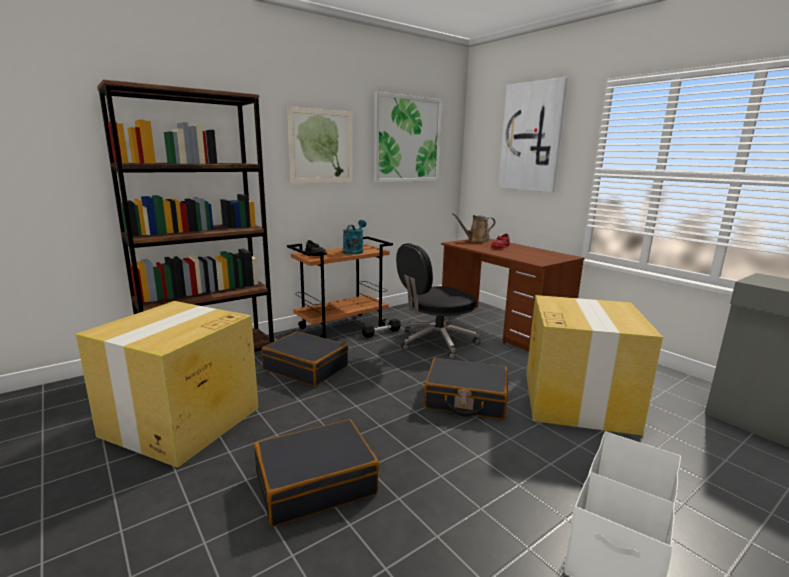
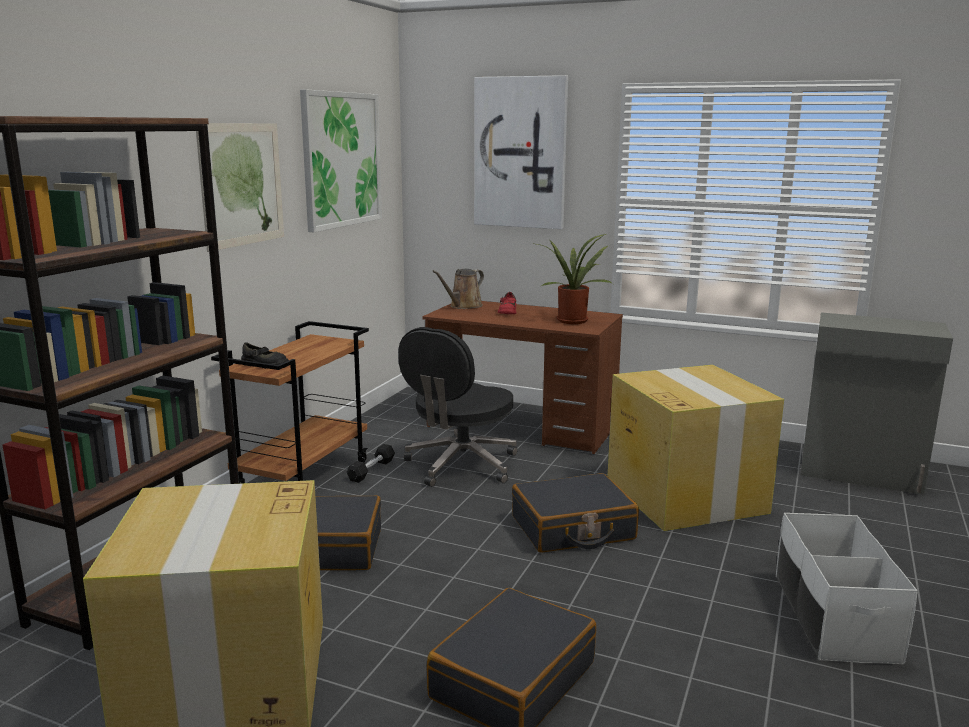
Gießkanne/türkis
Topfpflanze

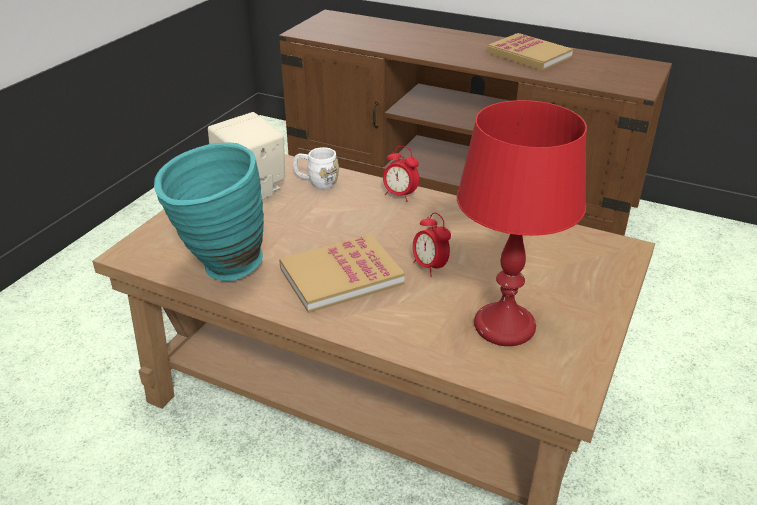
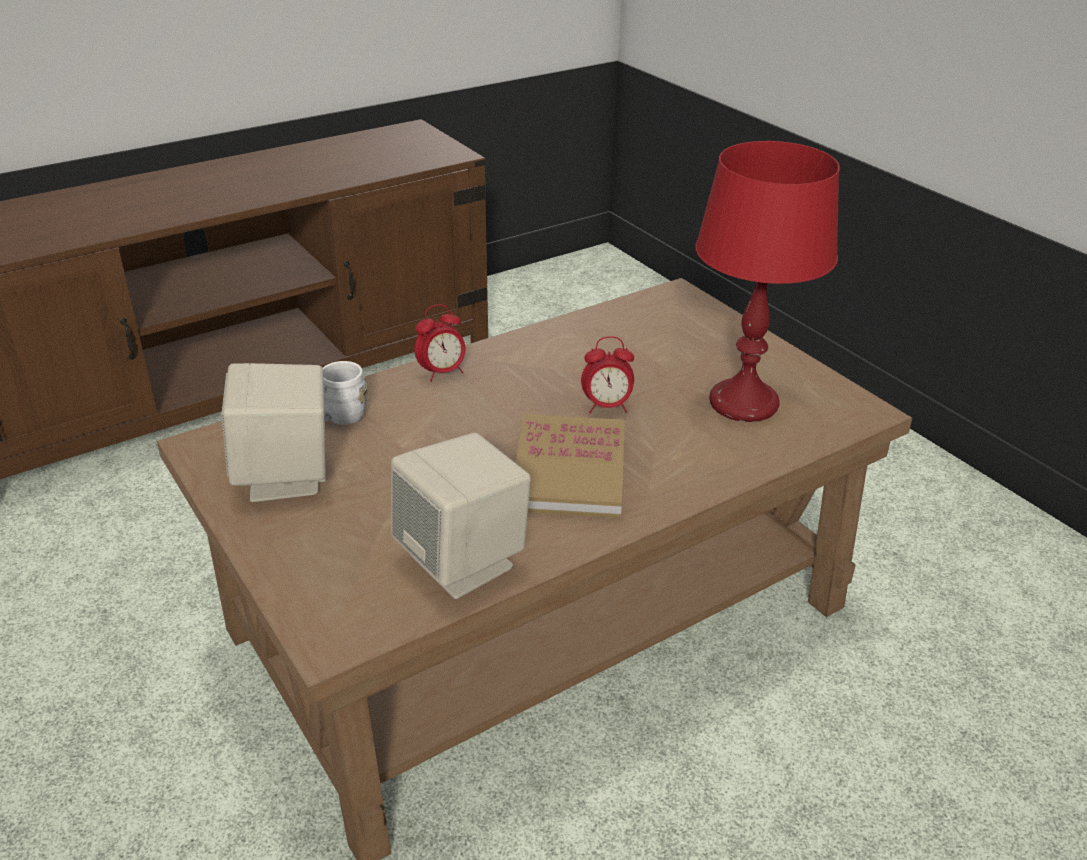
Buch (2nd from left in the first image)
Lautsprecher/beige (2nd from left)

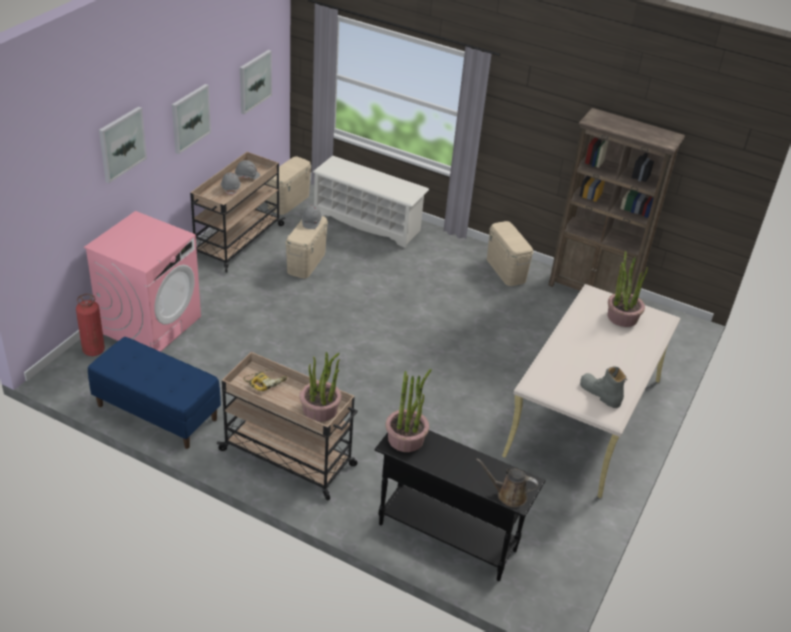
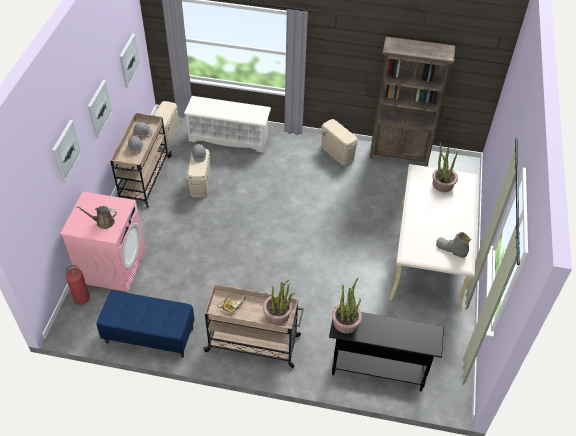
Gießkanne/braun

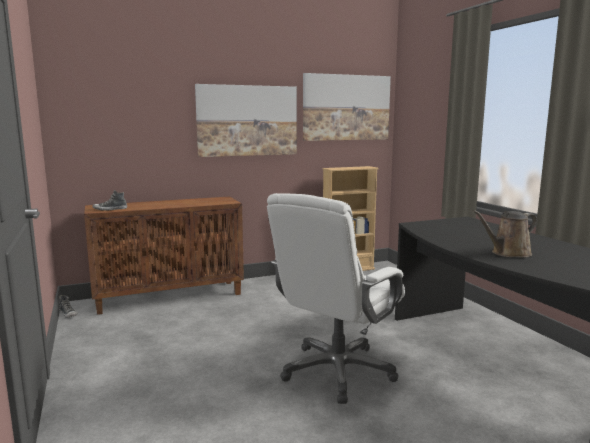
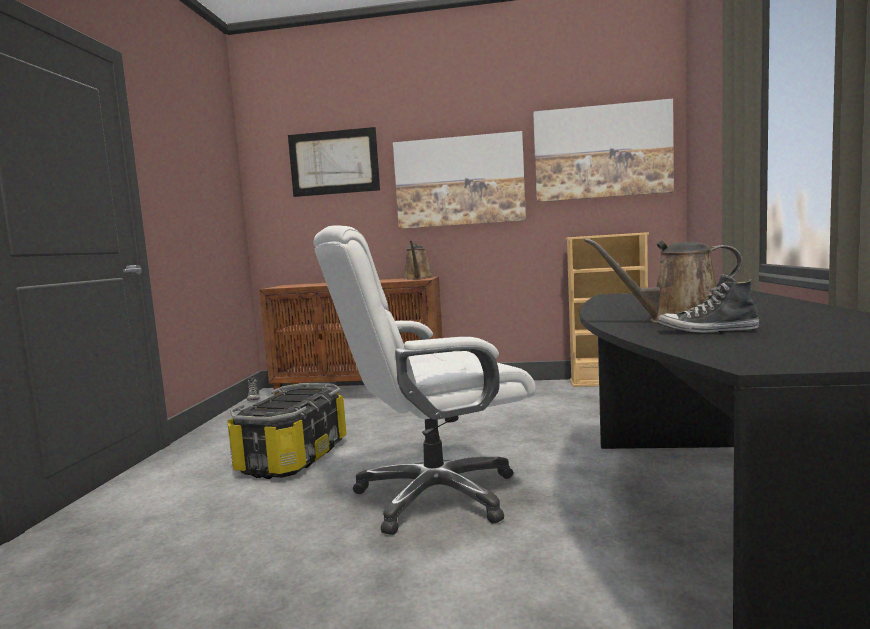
Aufbewahrungsbox
Bild (1st from left)
Gießkanne/braun (1st from left)
Schuh (2nd from left)

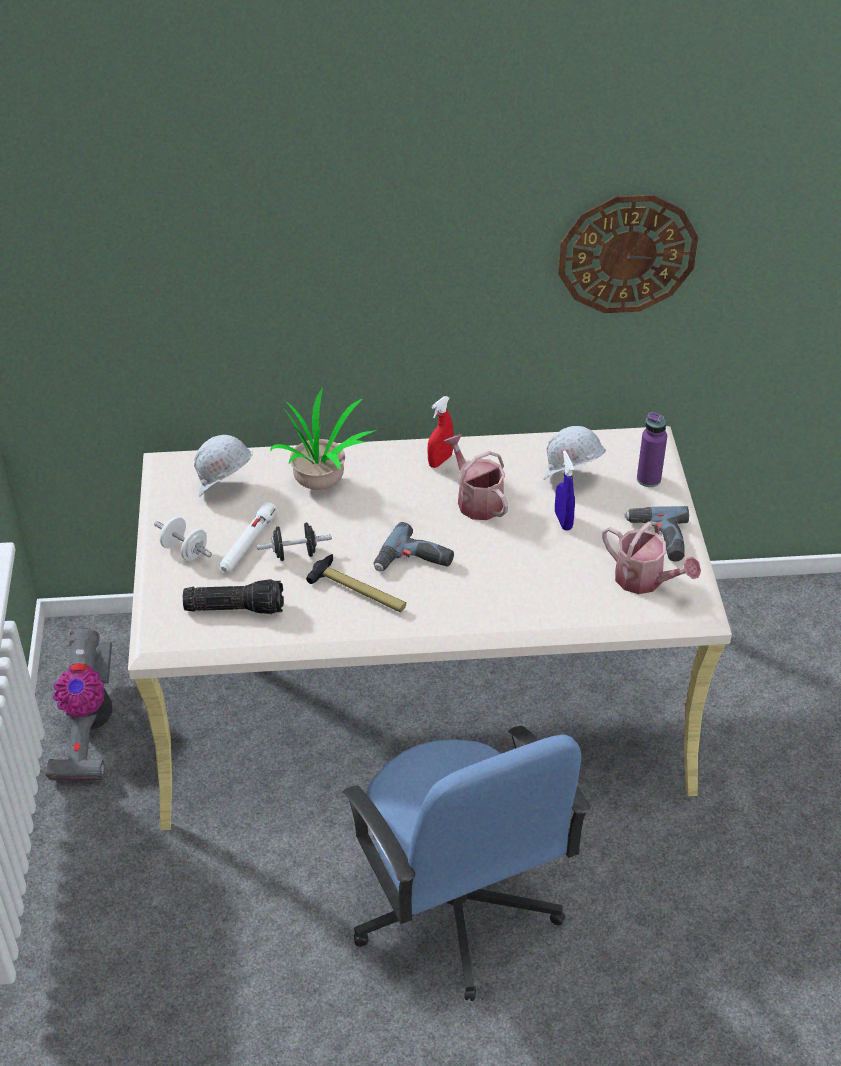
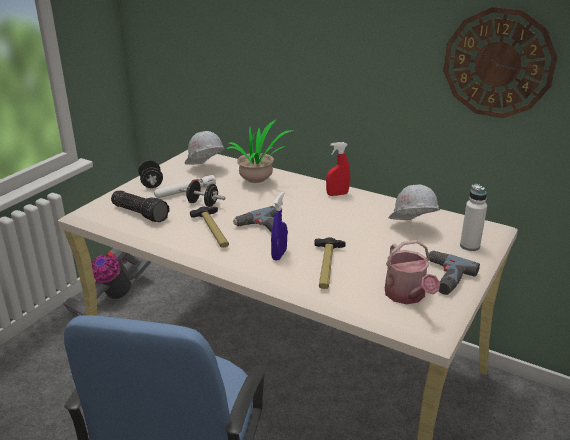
Gießkanne (1st from left in the first image)
Hammer (2nd from left)
Sprühflasche/blau
Hantel/schwarz (1st from left)
Flasche/weiß

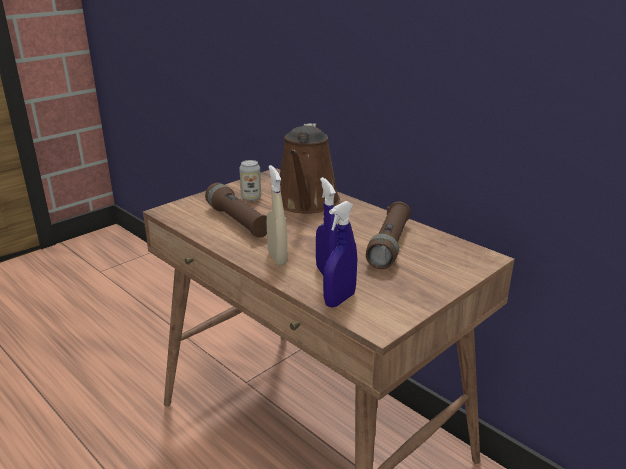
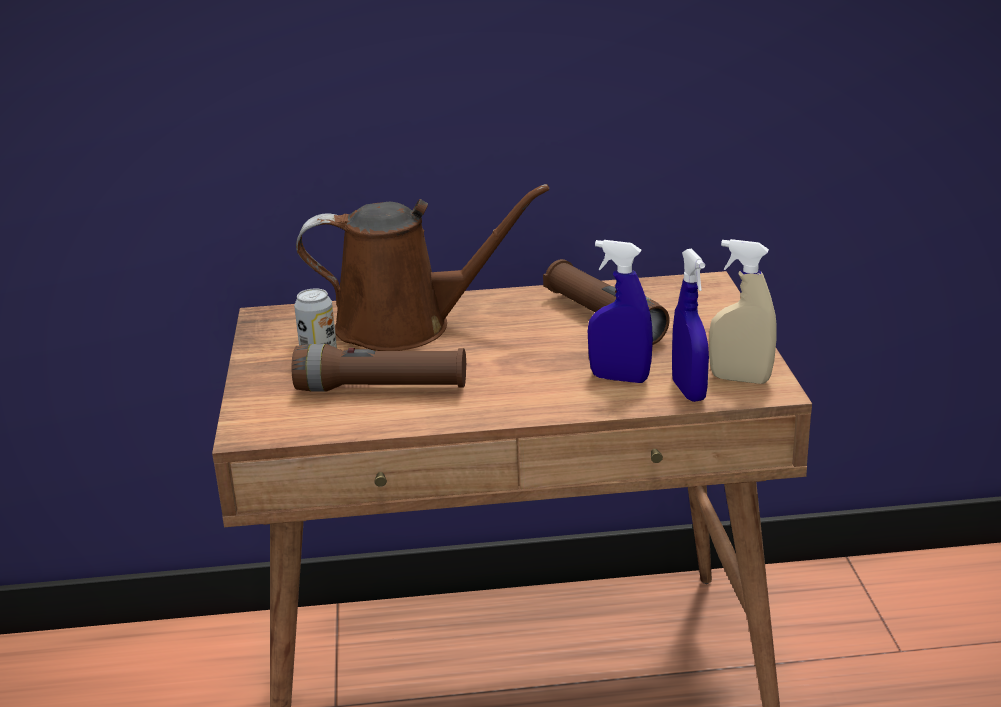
Sprühflasche/beige
Gießkanne/braun

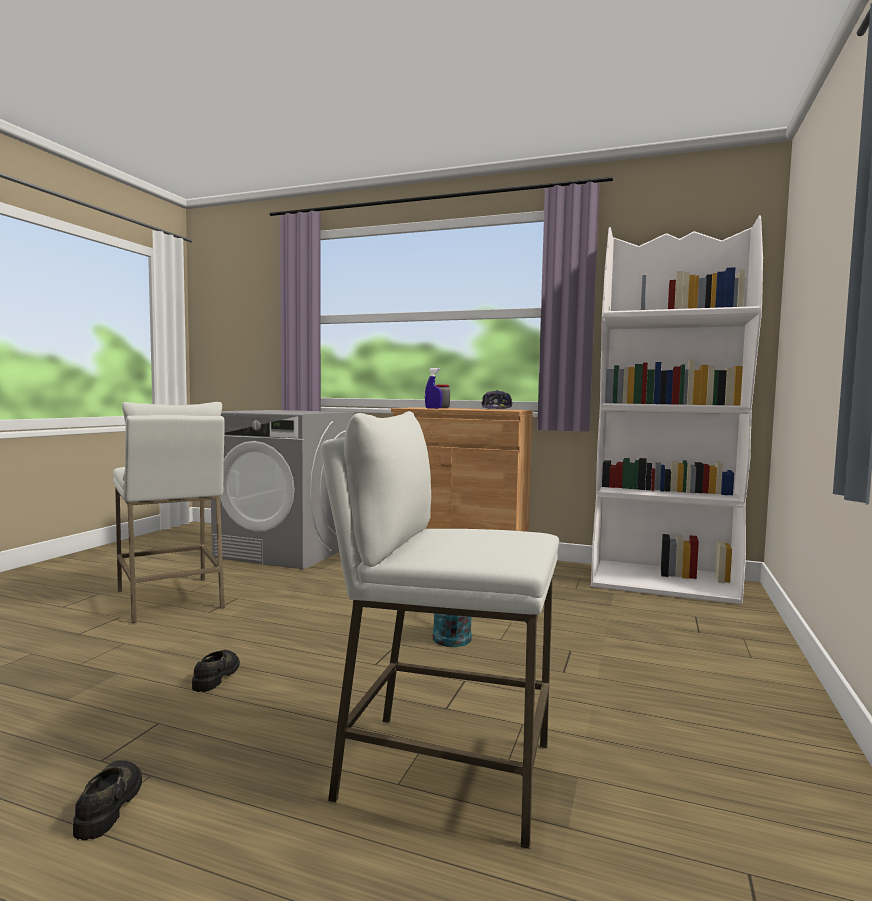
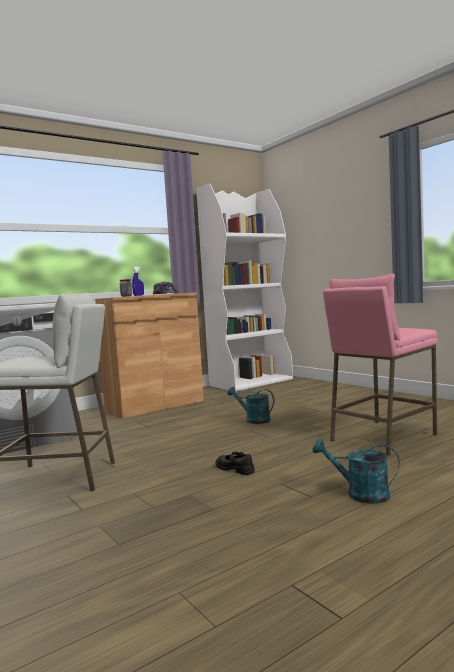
Gießkanne/türkis (2nd from left)
Hocker/rosa

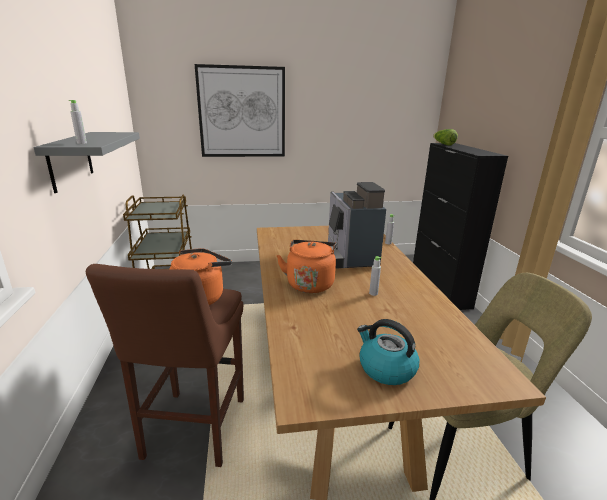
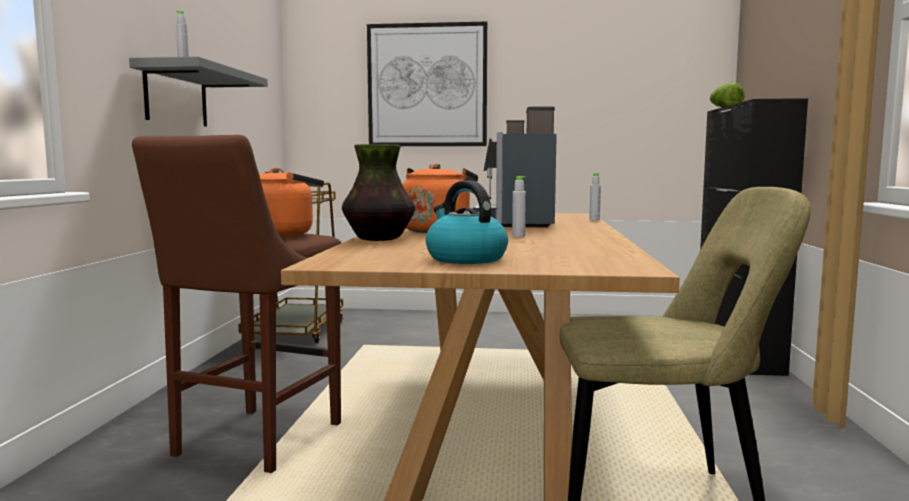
Vase

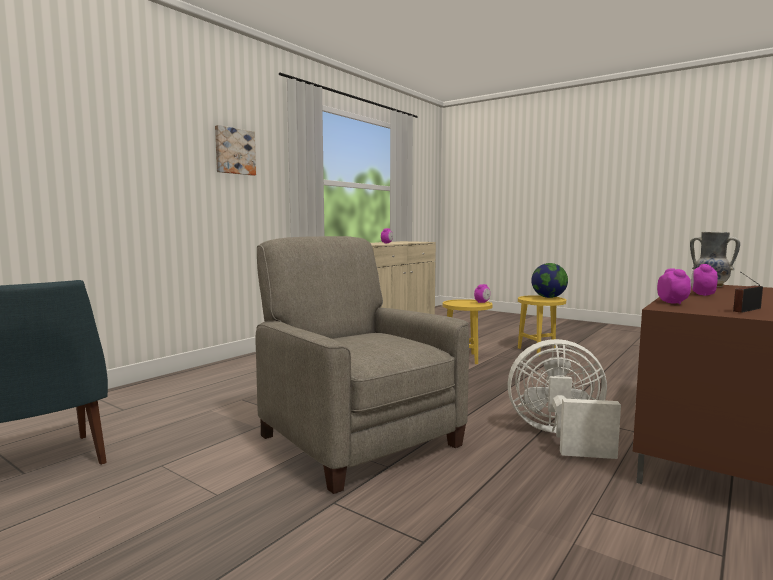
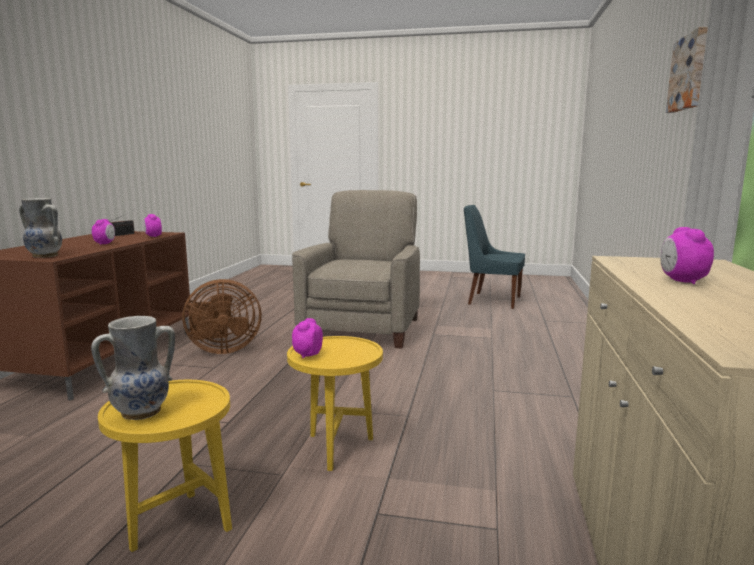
Vase (2nd from left)
Ventilator/braun
Sessel/beige

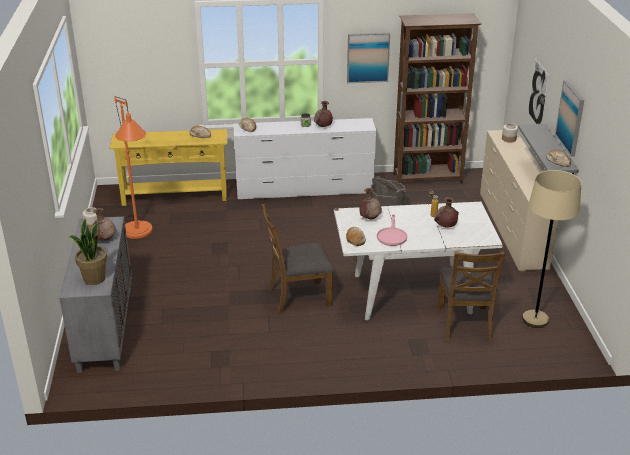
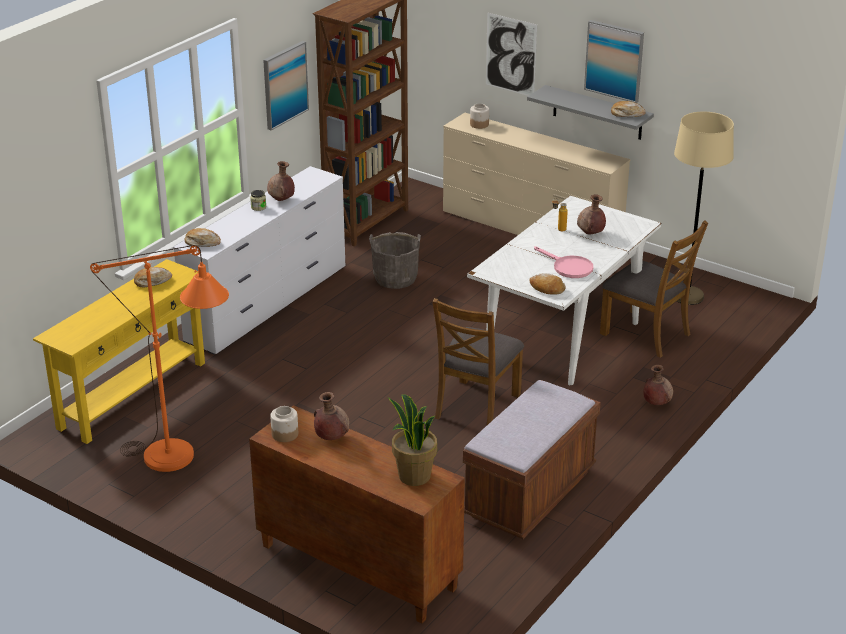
Bank/braun
Vase/braun (4th from left)
Schrank/braun

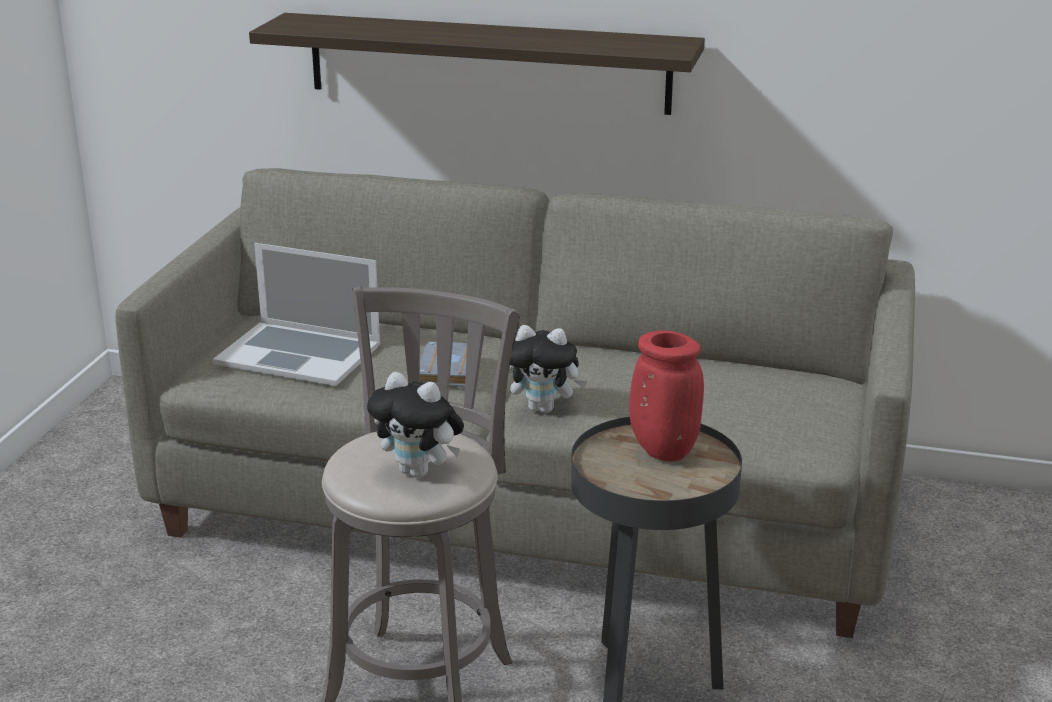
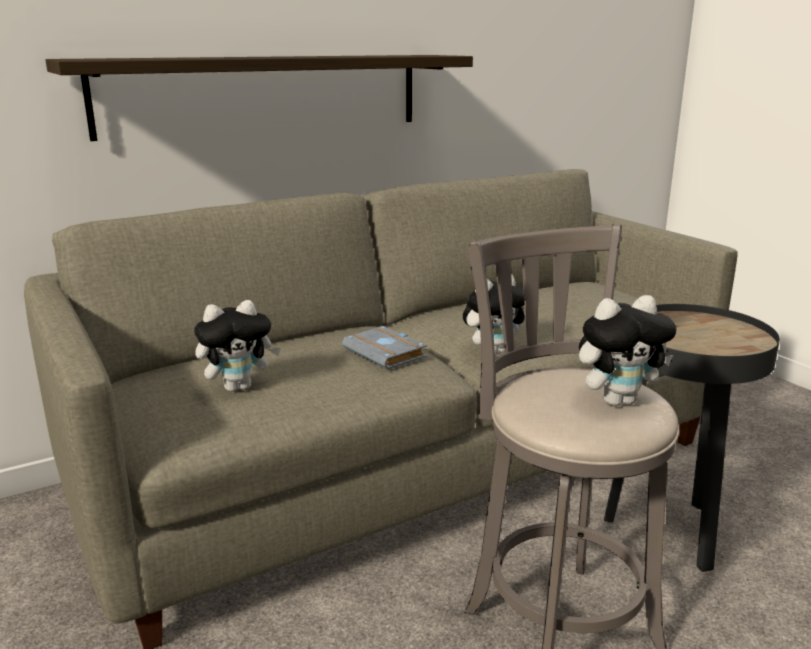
Vase/rot
Plüschtier (1st from left)

